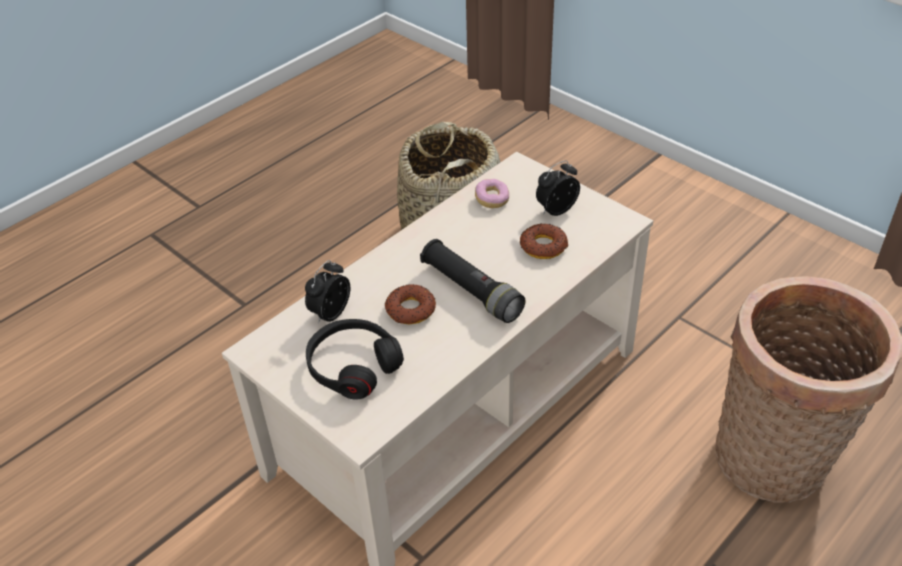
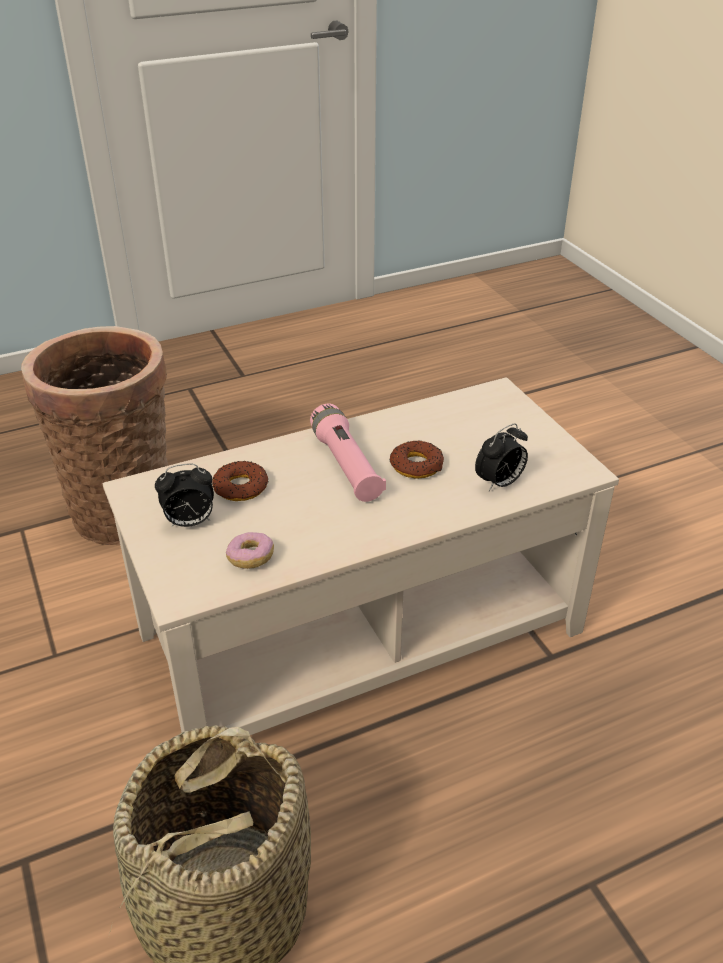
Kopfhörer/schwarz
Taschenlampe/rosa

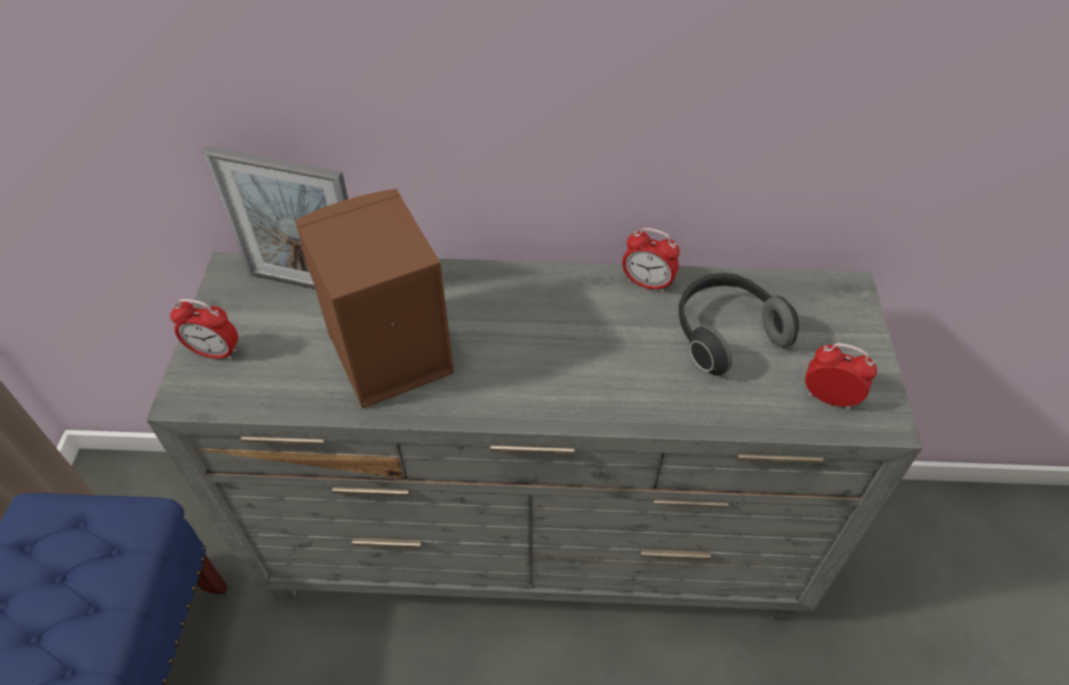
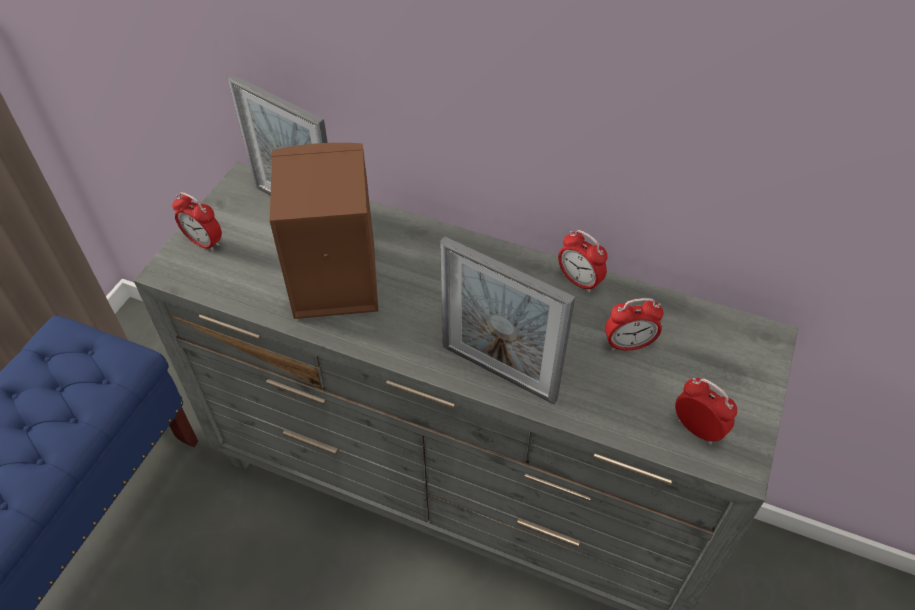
Bilderrahmen (2nd from left)
Wecker (3rd from left)

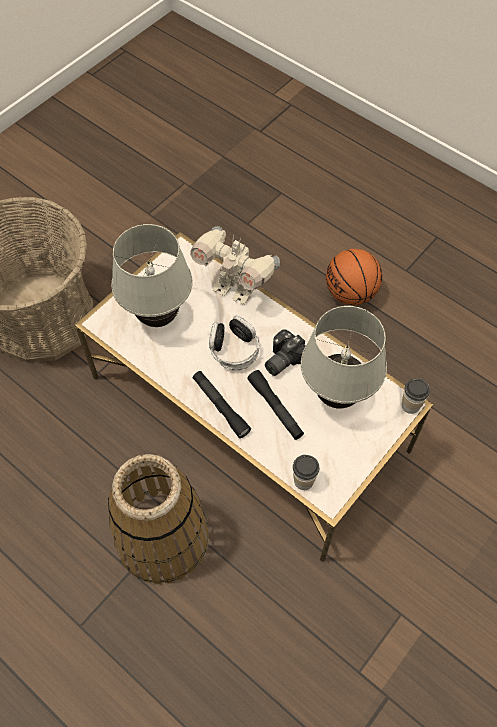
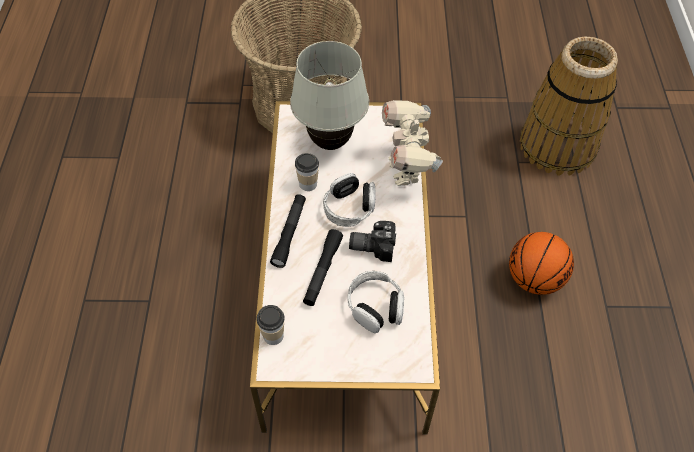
Korb (2nd from left)
Tasse (2nd from left)
Kopfhörer (2nd from left)

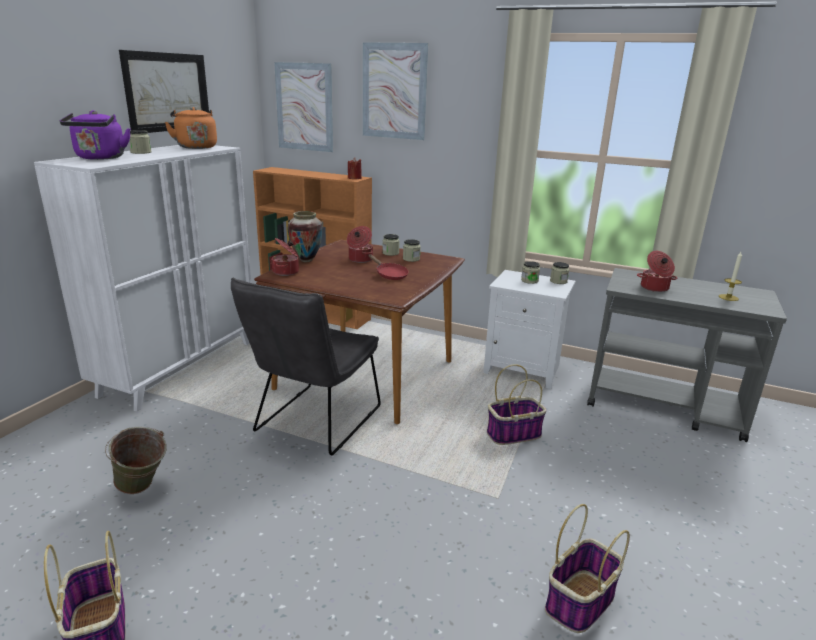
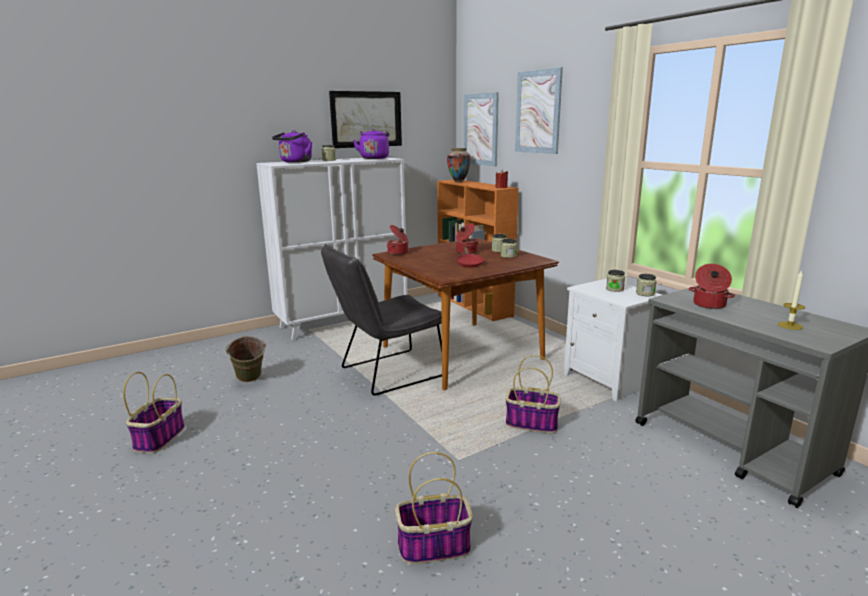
Vase
Wasserkessel/lila (2nd from left)

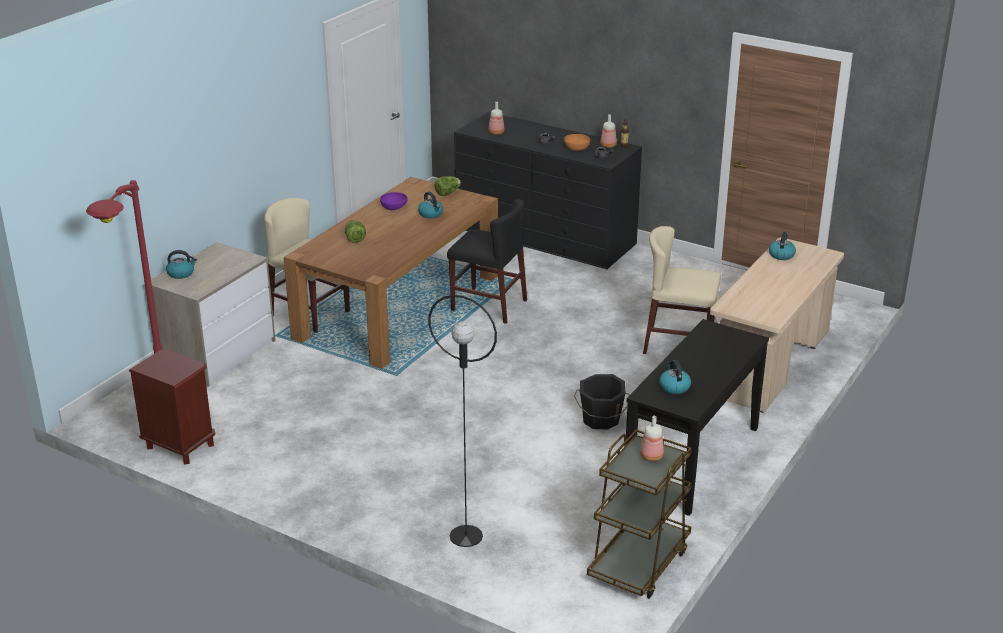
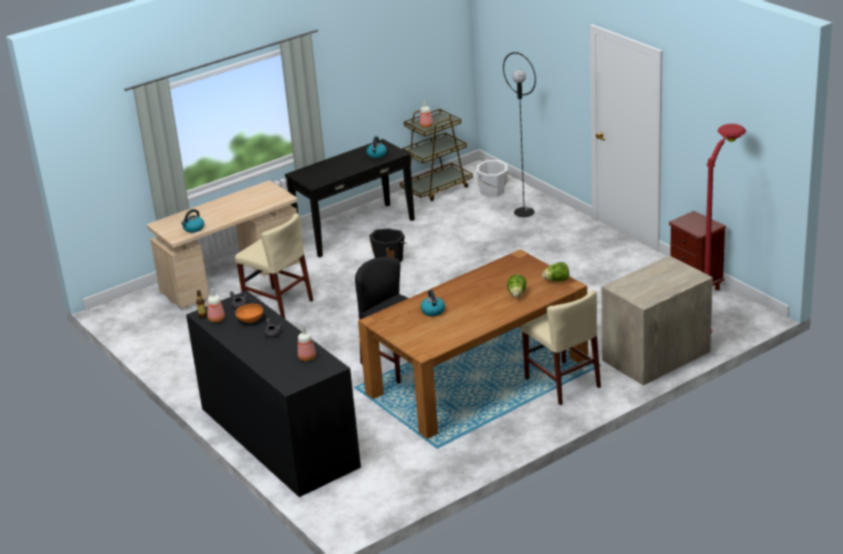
Wasserkessel (1st from left in the first image)
Schüssel/lila
Eimer/weiß
Salatkopf (2nd from left)

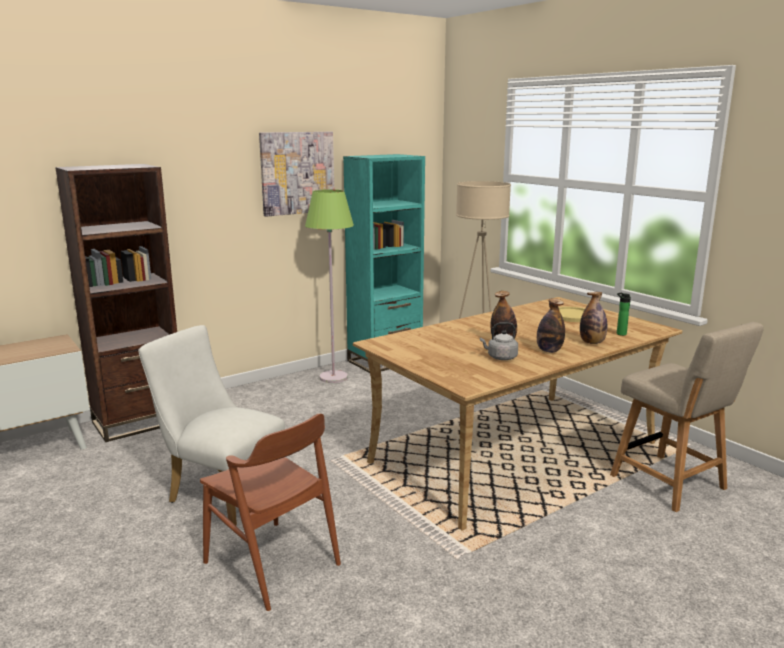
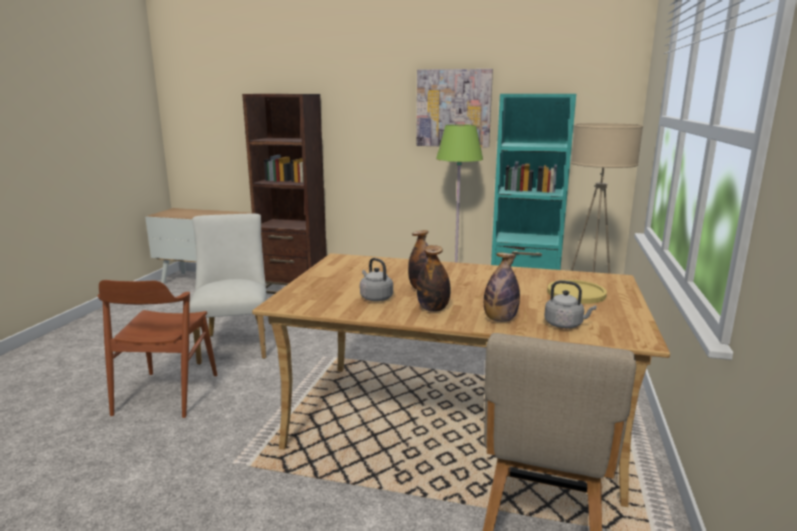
Wasserkessel/grau (2nd from left)

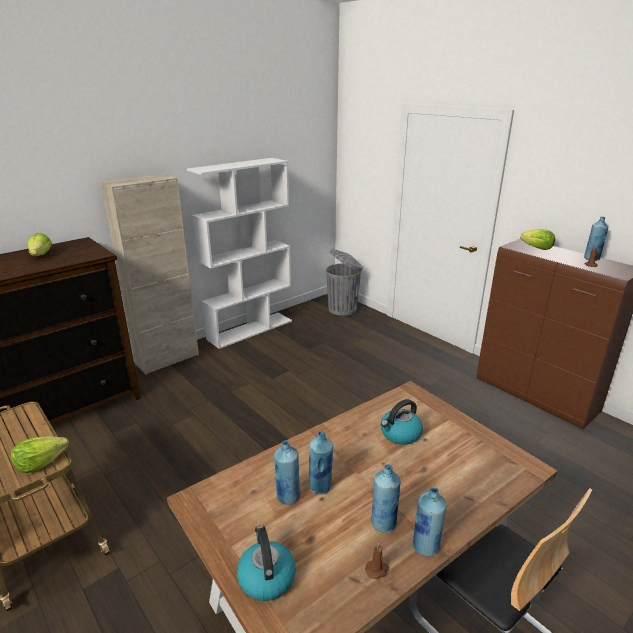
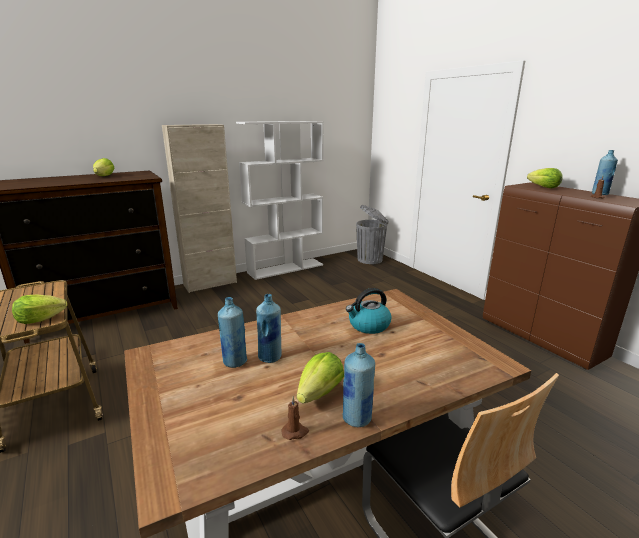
Wasserkessel (1st from left in the first image)
Salatkopf (3rd from left)

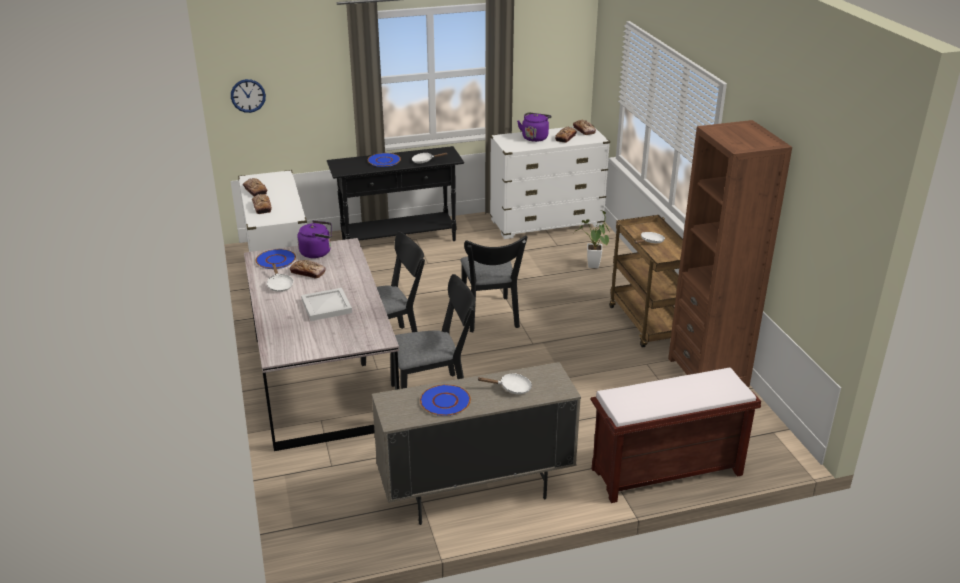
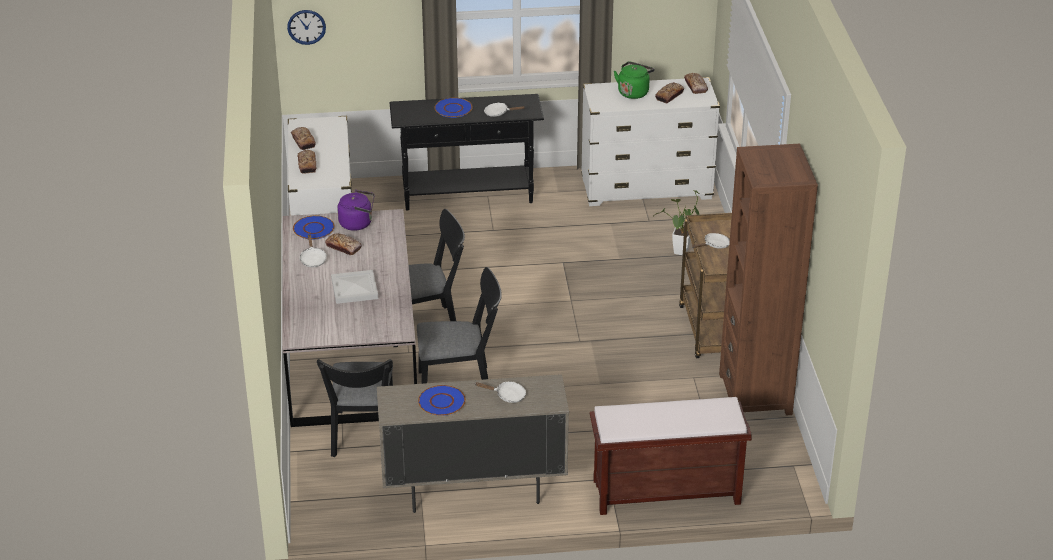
Stuhl/schwarz (1st from left)
Wasserkessel/grün

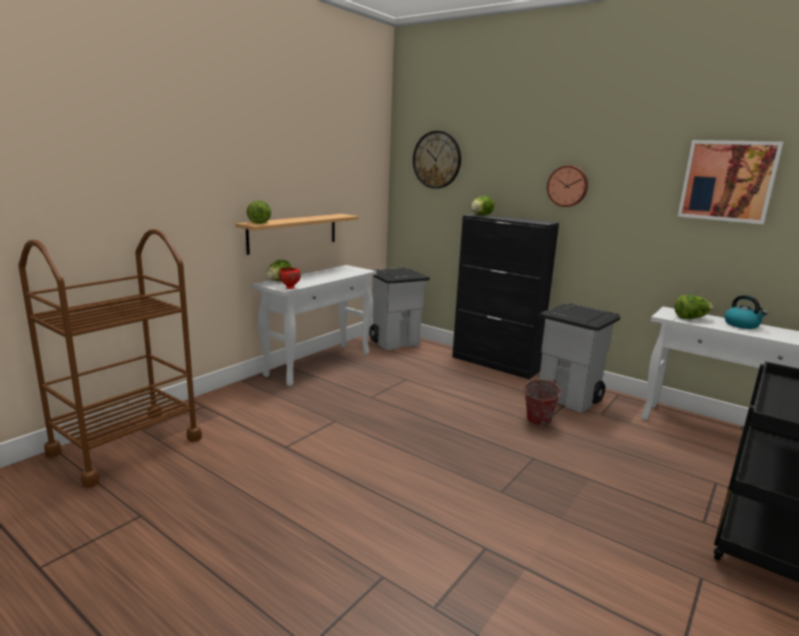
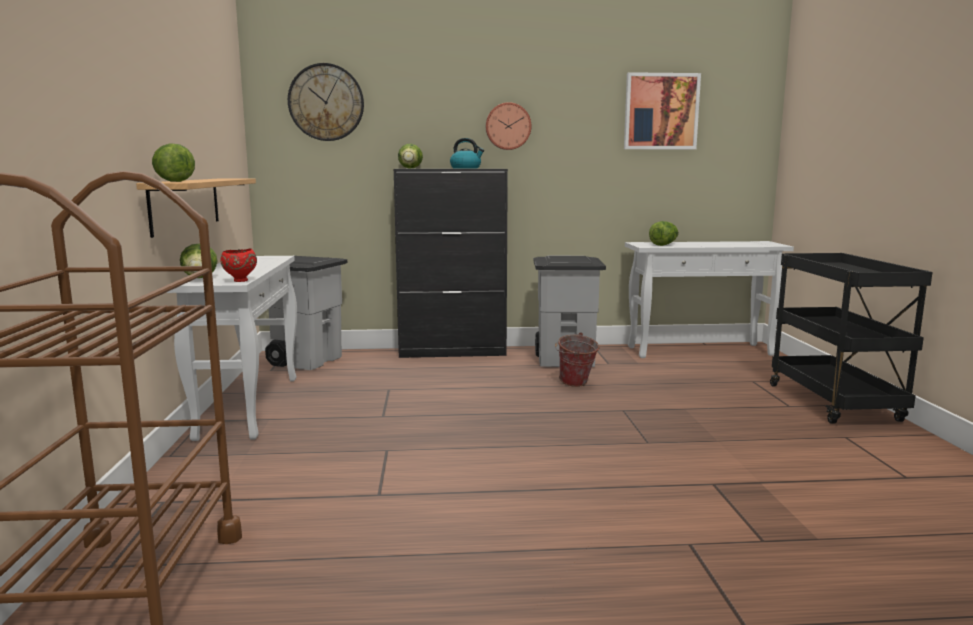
Wasserkessel

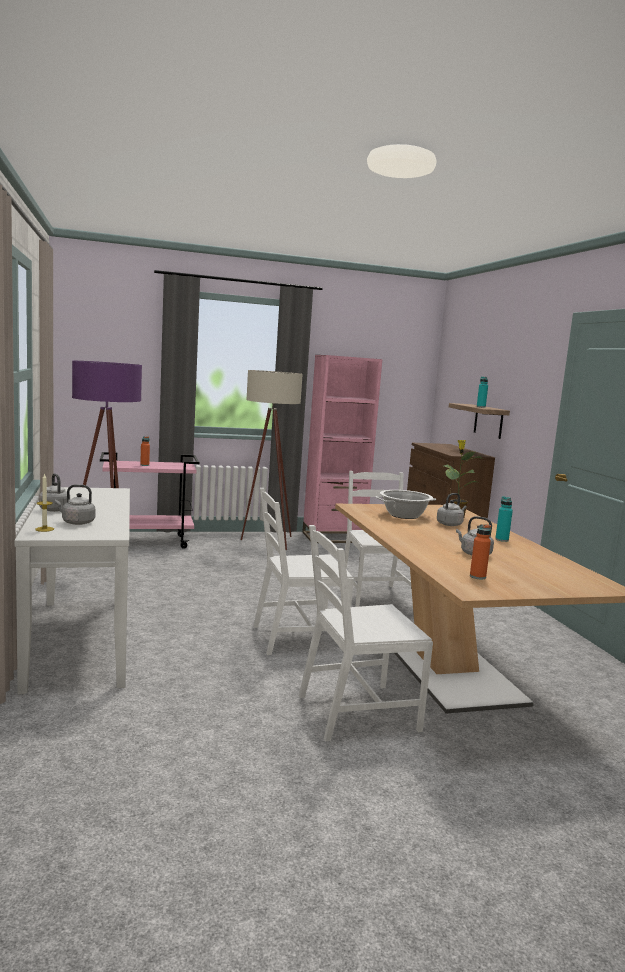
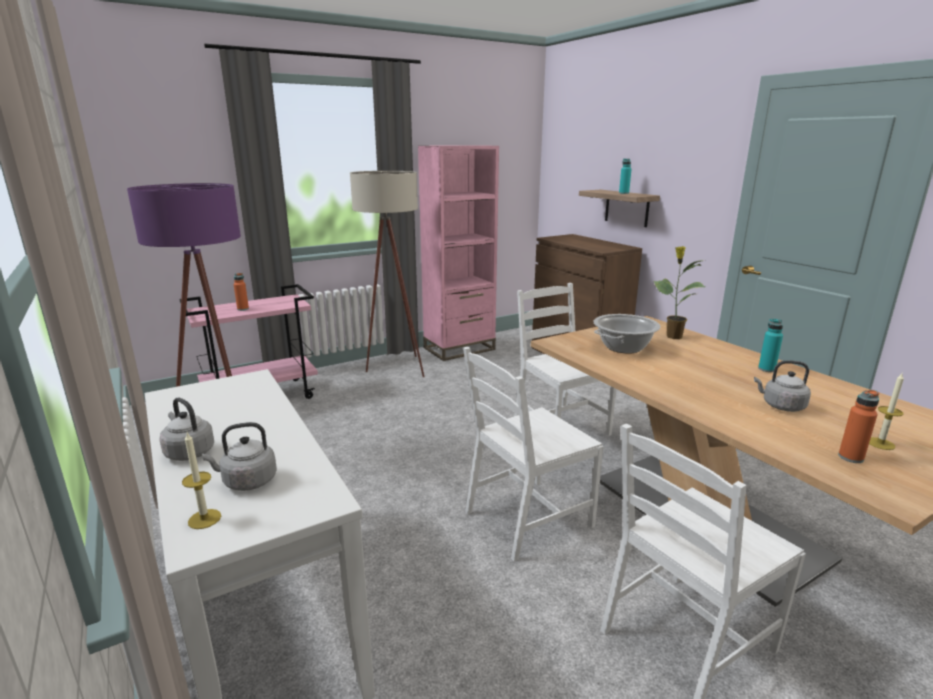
Wasserkessel/grau (3rd from left in the first image)
Kerze (2nd from left)

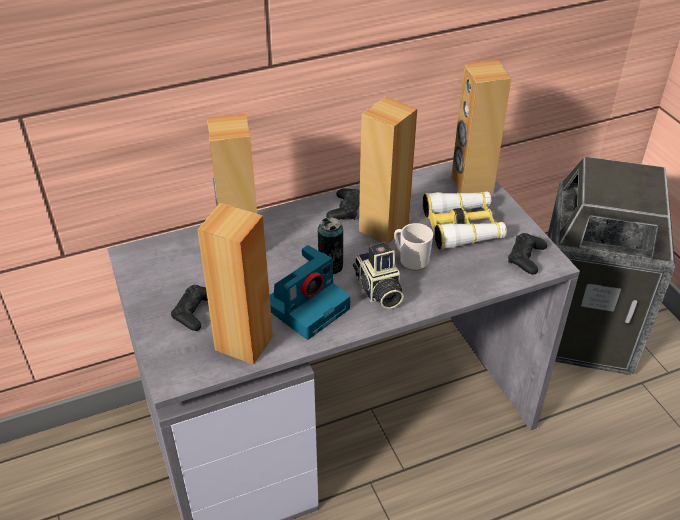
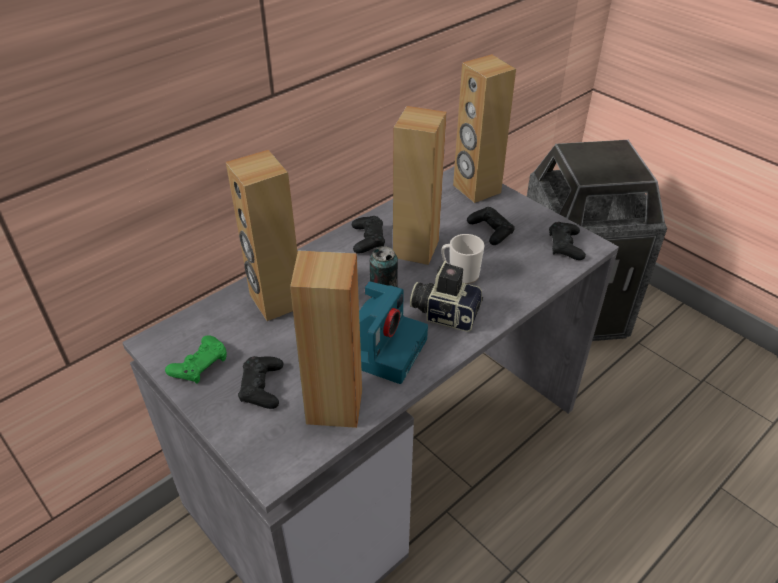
Gamepad/grün
Gamepad/schwarz (3rd from left)
Kamera (2nd from left)

